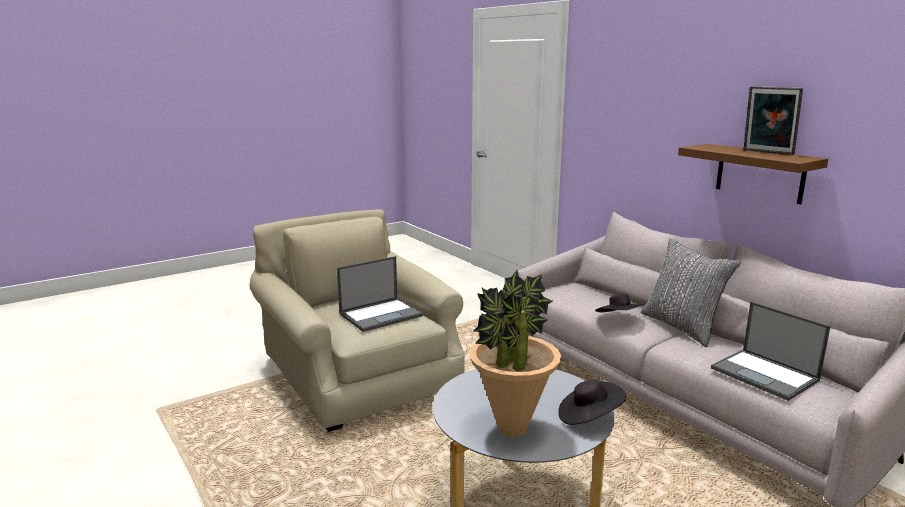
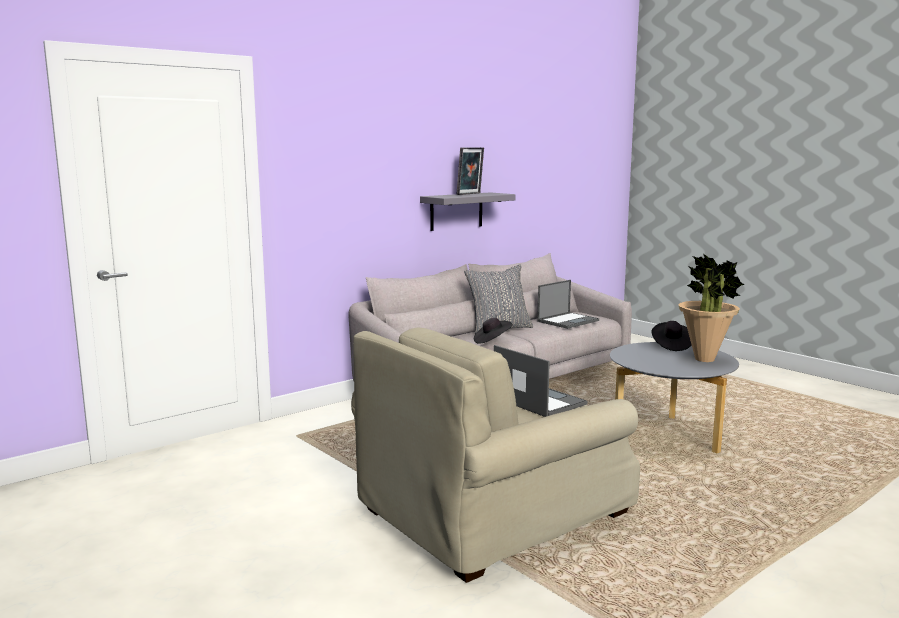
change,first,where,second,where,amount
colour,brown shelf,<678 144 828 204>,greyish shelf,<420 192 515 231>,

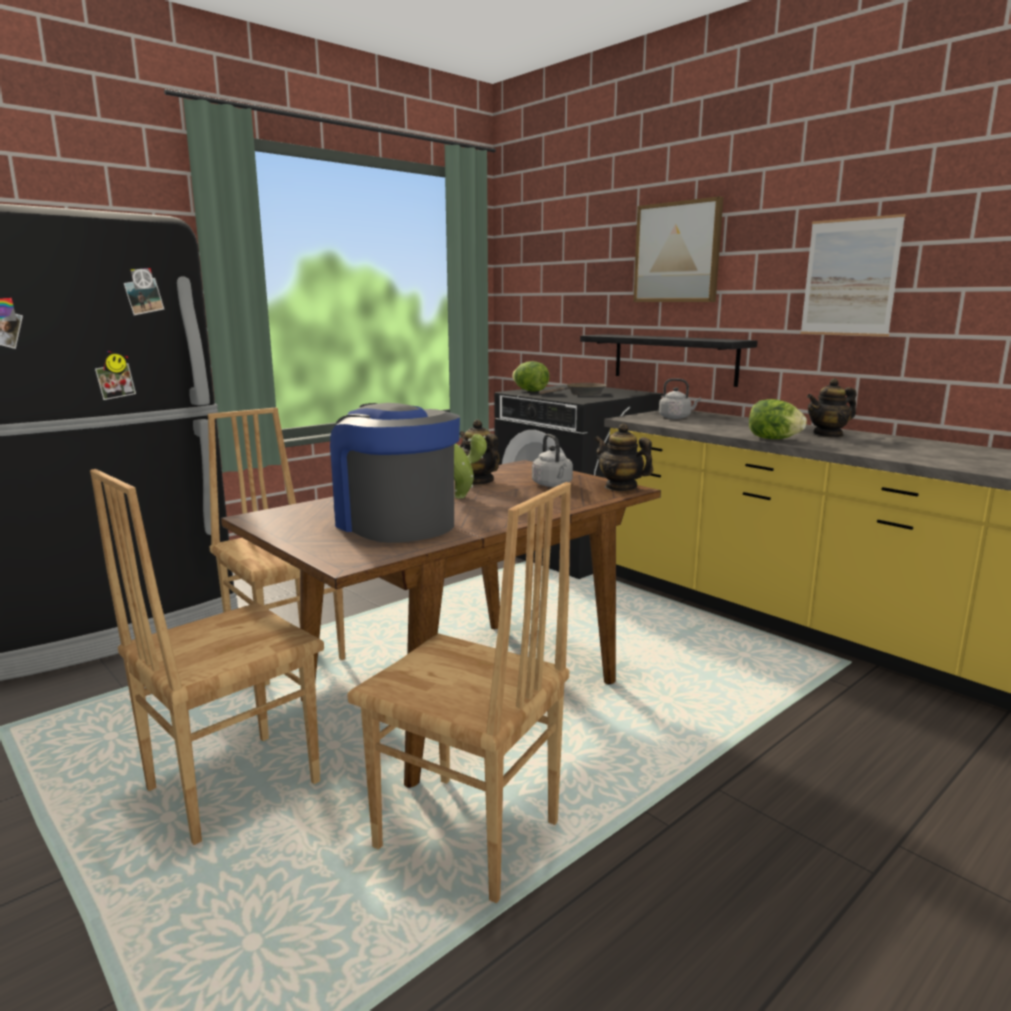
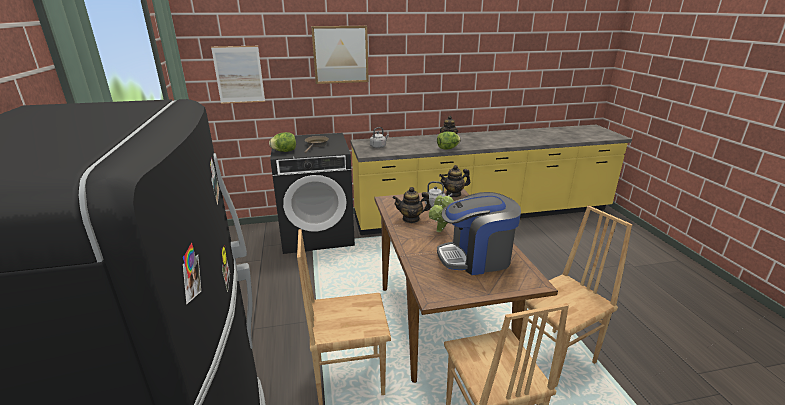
change,first,where,second,where,amount
missing,blackish shelf,<580 334 758 387>,,,
relocated,wall art,<800 214 905 337>,,<211 46 265 104>,

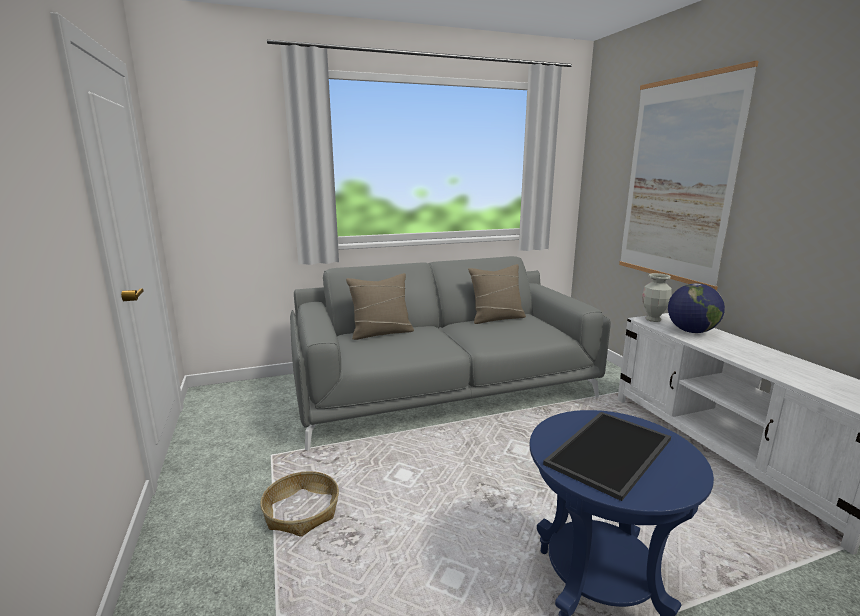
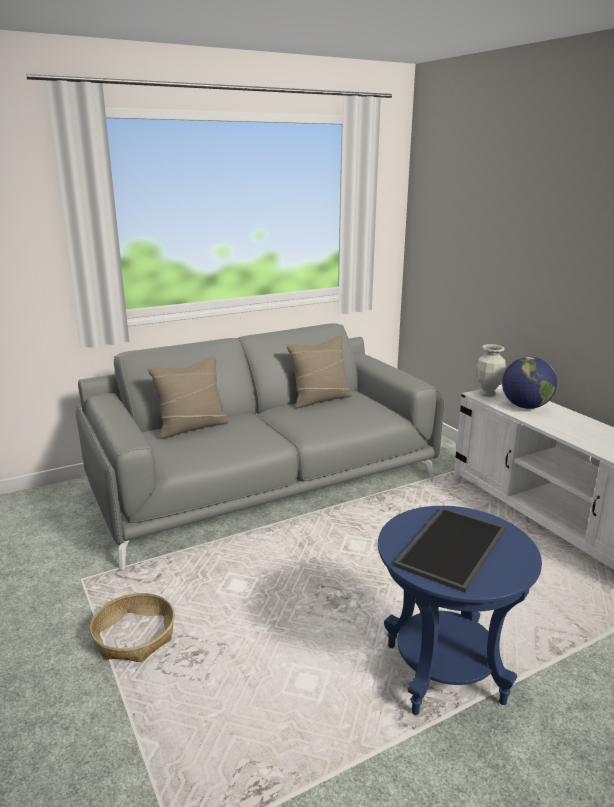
change,first,where,second,where,amount
missing,wall art,<619 61 758 291>,,,

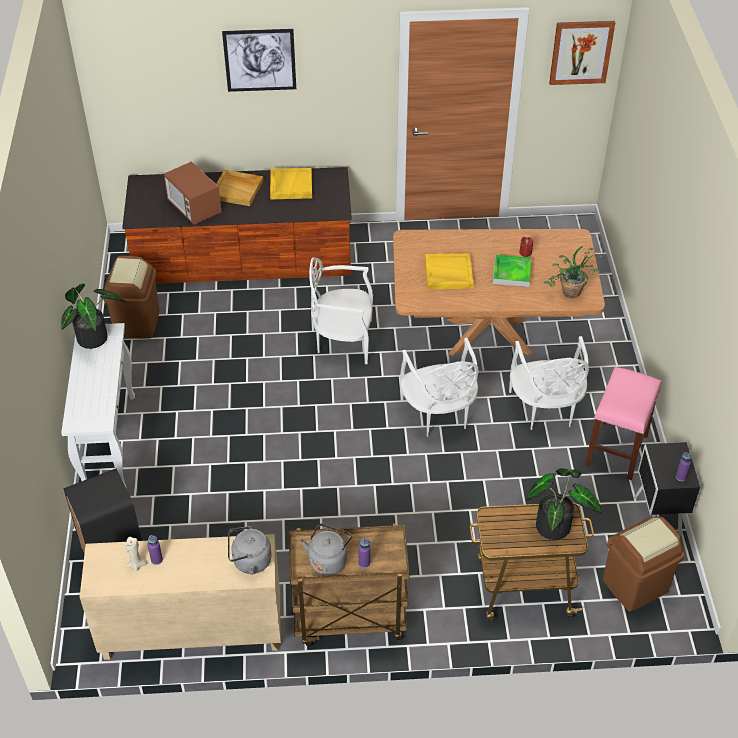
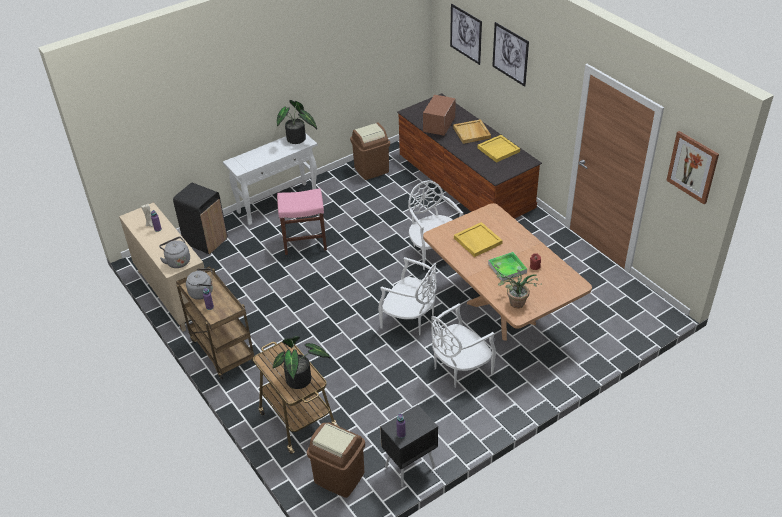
change,first,where,second,where,amount
spun,whitish plain chair,<400 338 478 437>,,<378 257 437 335>,105 degrees counterclockwise
relocated,pink sitting stool,<585 367 661 480>,,<277 188 327 255>,
appeared,,,wall art,<450 4 482 65>,

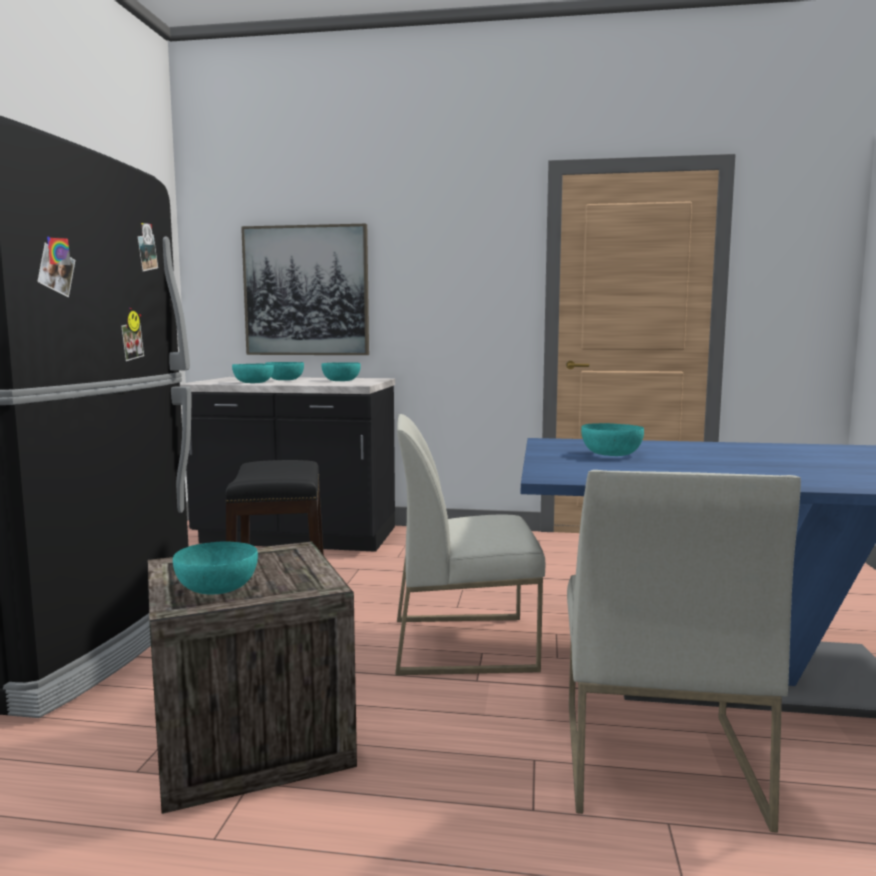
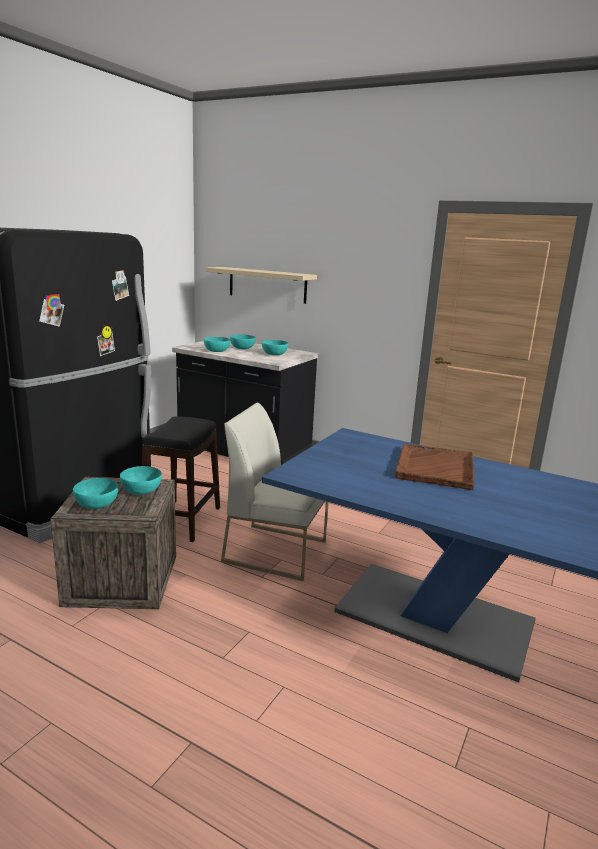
change,first,where,second,where,amount
exchanged,wall art,<241 224 369 355>,beige shelf,<206 267 317 304>,
missing,whitish plain chair,<567 470 801 833>,,,
relocated,blue-green deep dish,<581 423 644 456>,,<120 466 162 495>,
appeared,,,brown tray,<395 443 475 490>,

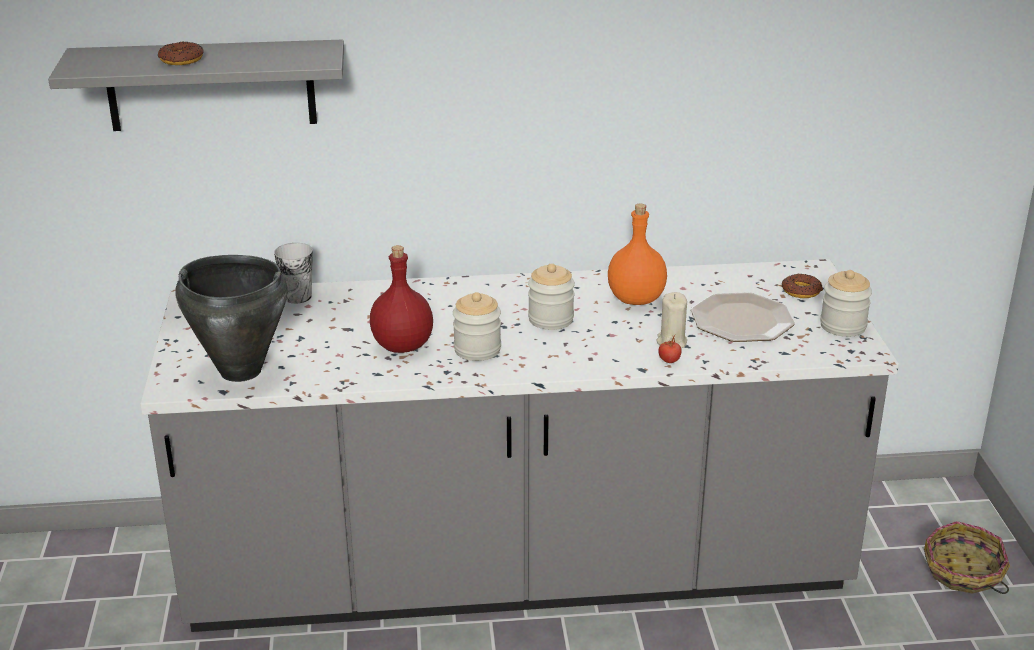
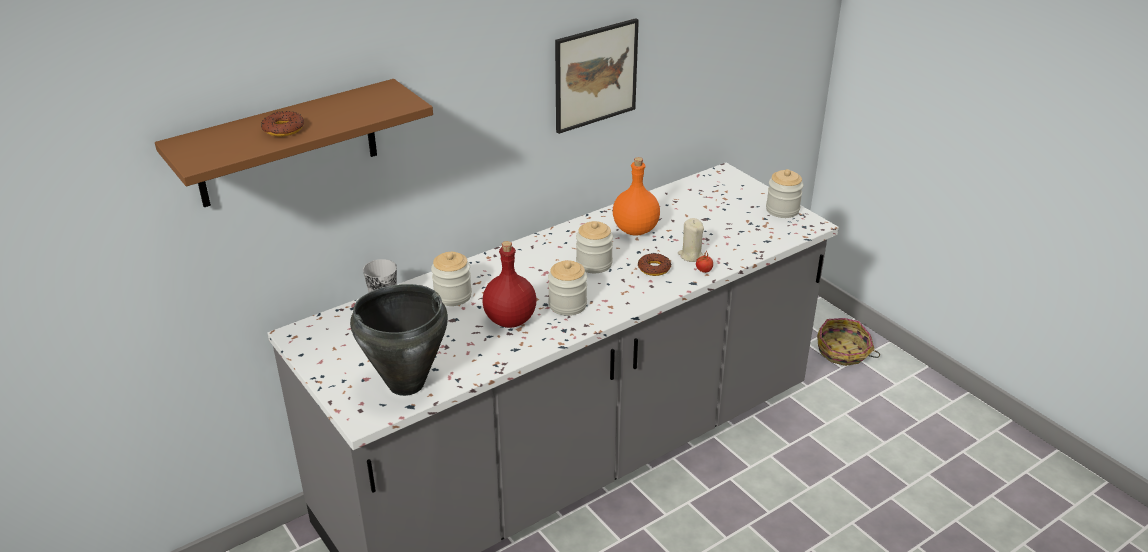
change,first,where,second,where,amount
colour,greyish shelf,<48 40 344 131>,brown shelf,<155 79 433 207>,
missing,flat dish,<691 292 795 342>,,,
relocated,doughnut,<782 274 823 298>,,<638 253 671 276>,
appeared,,,jar,<431 252 472 306>,
appeared,,,wall art,<555 18 639 134>,

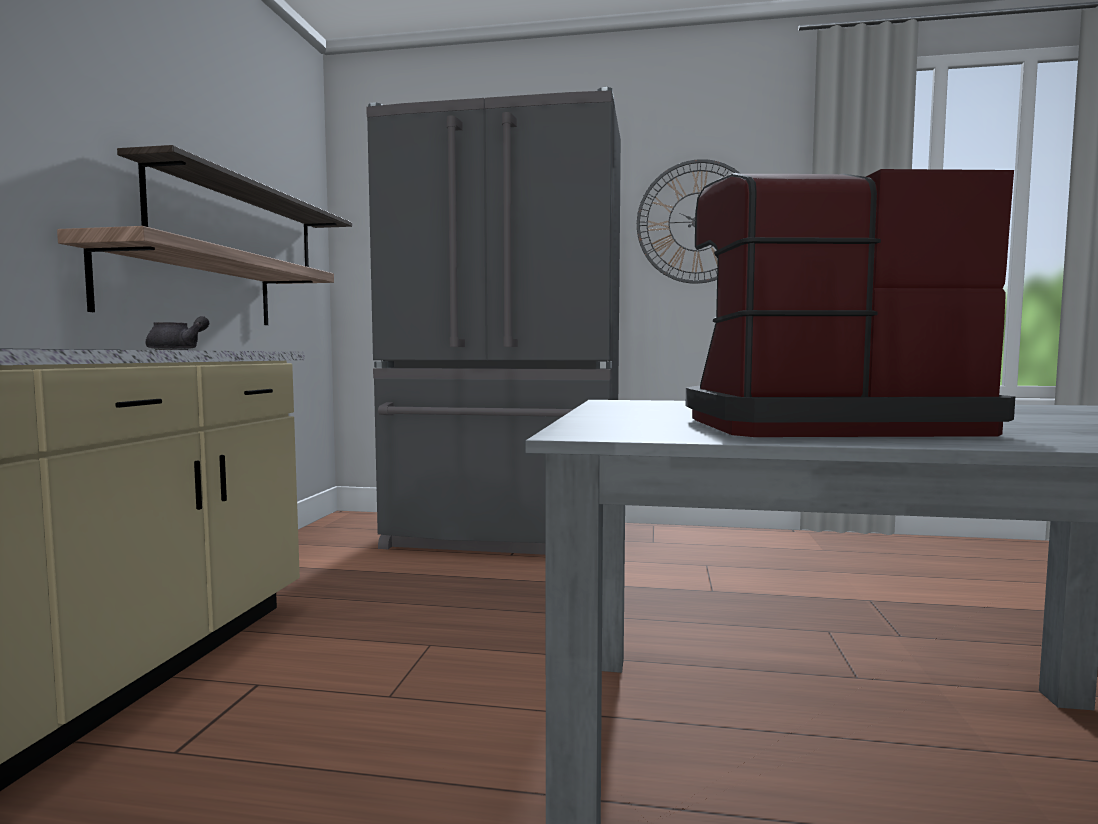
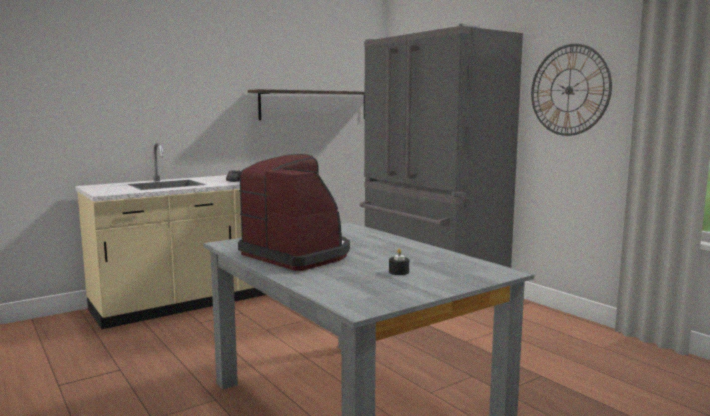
change,first,where,second,where,amount
missing,shelf,<57 226 334 325>,,,
appeared,,,blackish candle,<389 248 409 275>,

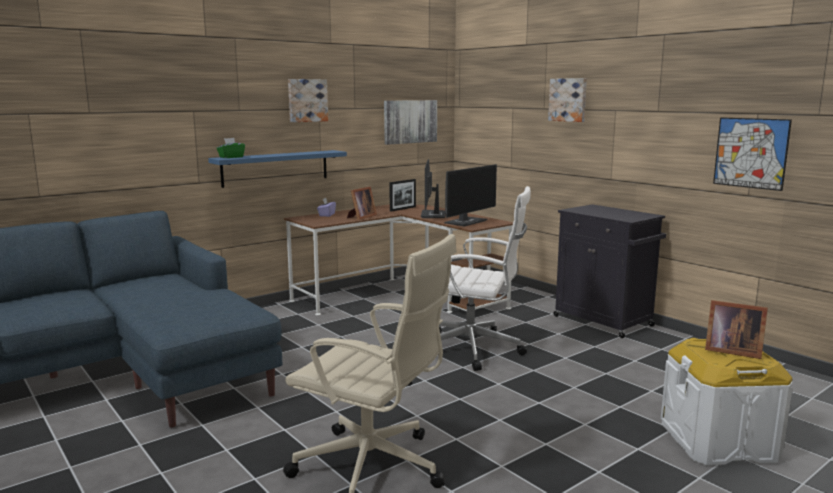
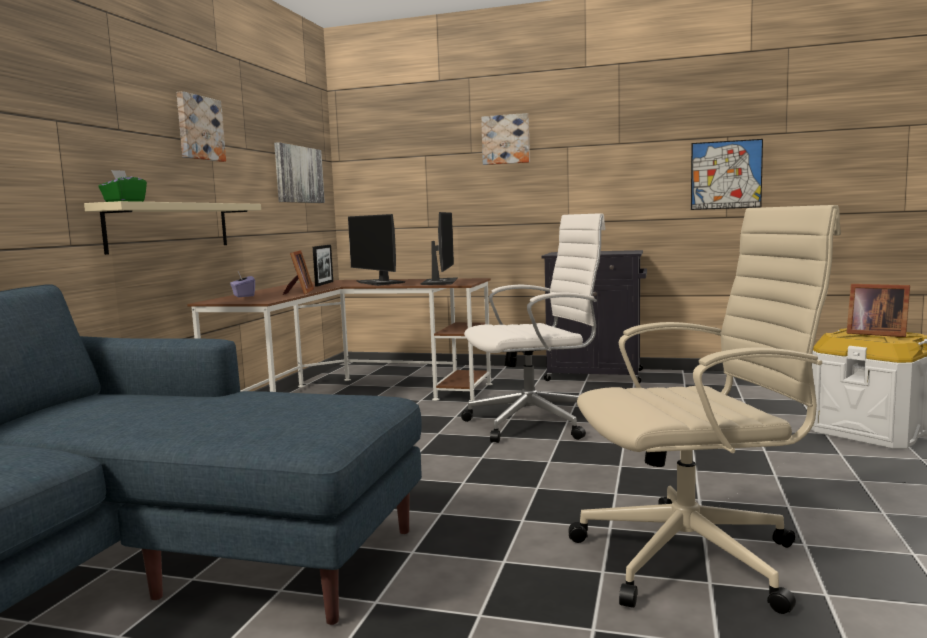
change,first,where,second,where,amount
colour,bluish shelf,<208 150 347 188>,beige shelf,<84 201 261 255>,
spun,picture frame,<705 300 768 359>,,<847 284 910 337>,45 degrees clockwise

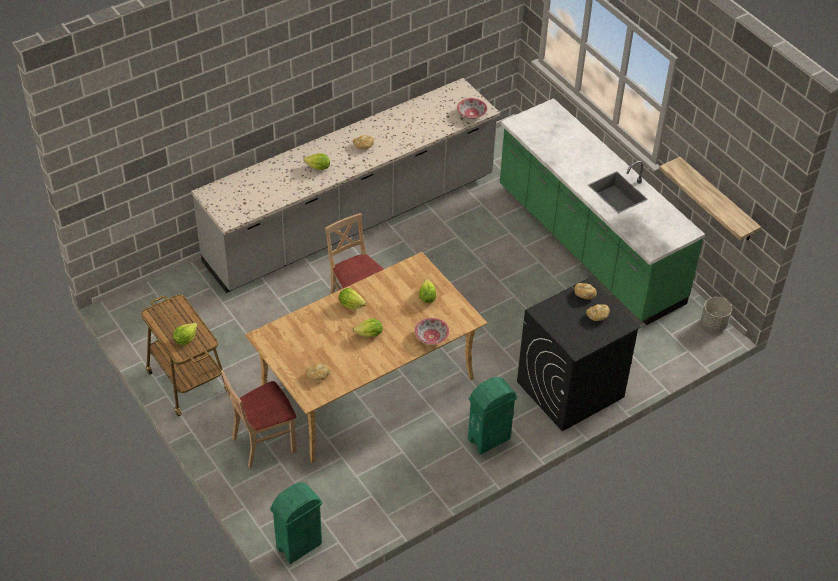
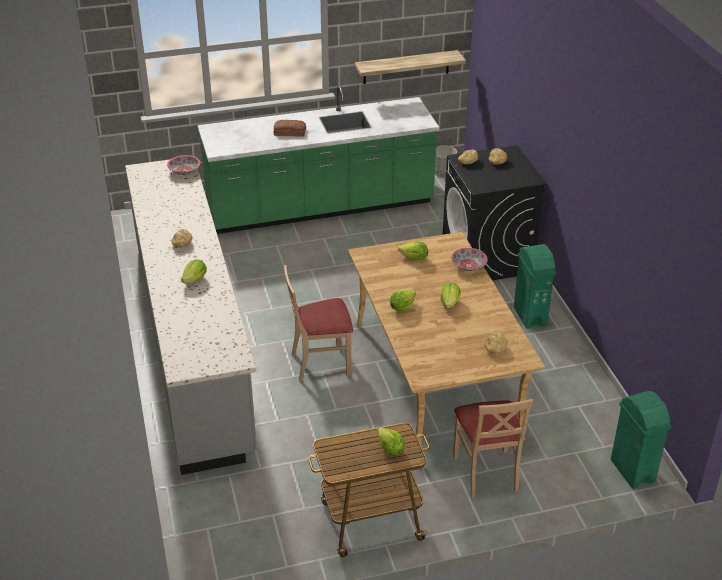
change,first,where,second,where,amount
appeared,,,bakery bread,<274 120 306 137>,

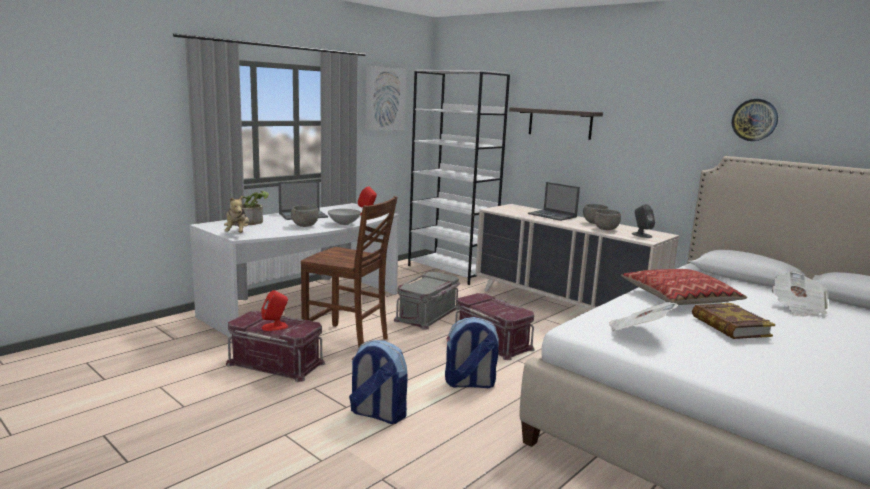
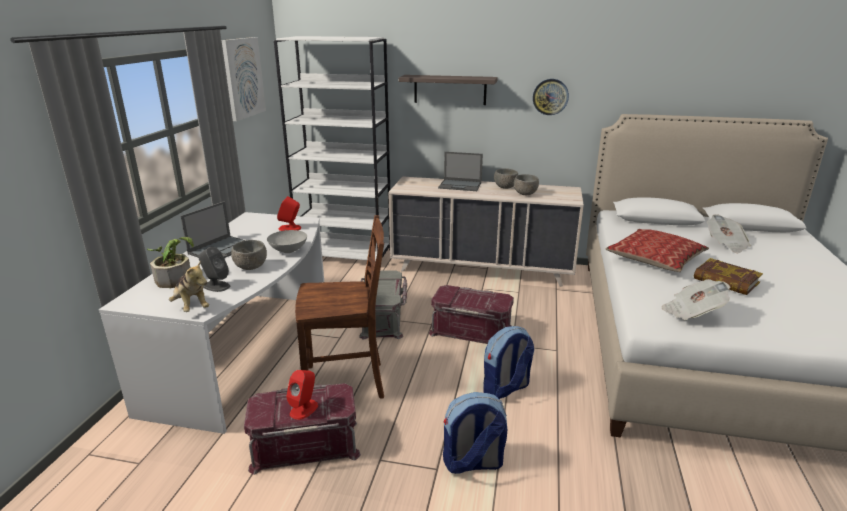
change,first,where,second,where,amount
relocated,greyish audio speaker,<632 204 655 238>,,<198 247 230 292>,
relocated,wall clock,<732 99 778 141>,,<533 79 569 115>,

